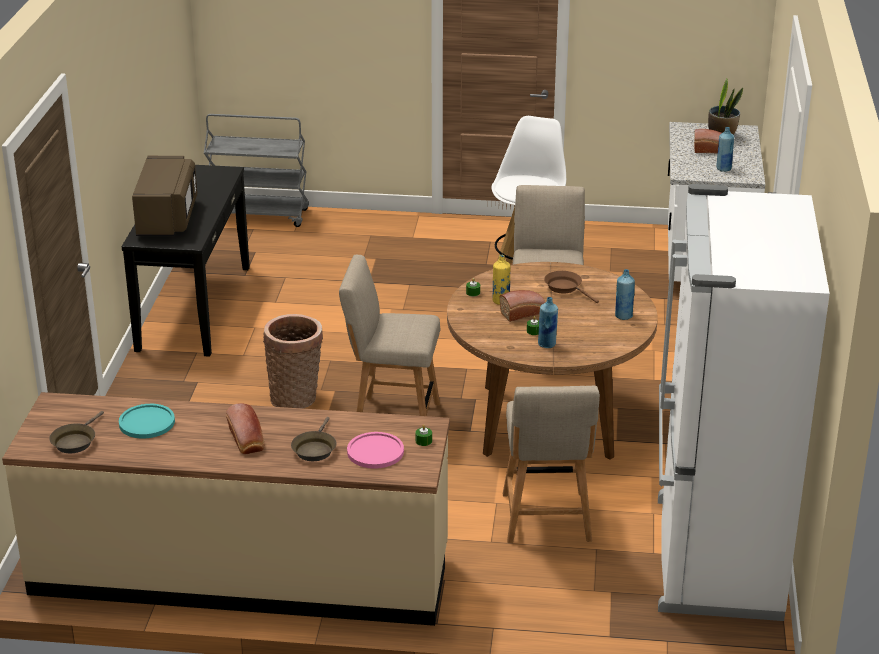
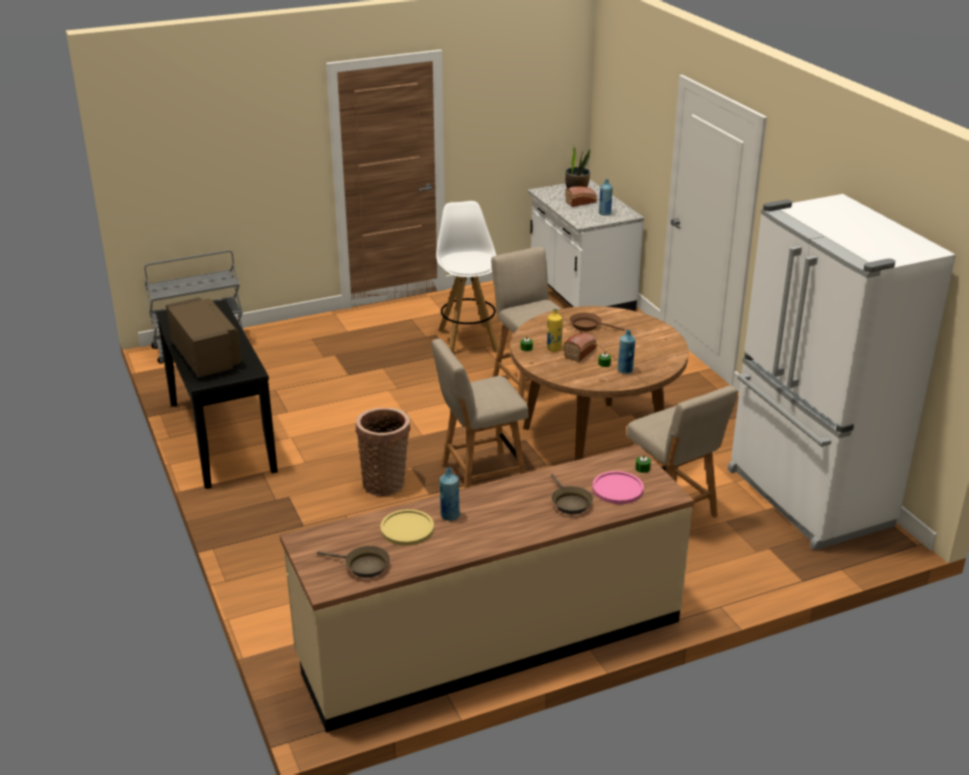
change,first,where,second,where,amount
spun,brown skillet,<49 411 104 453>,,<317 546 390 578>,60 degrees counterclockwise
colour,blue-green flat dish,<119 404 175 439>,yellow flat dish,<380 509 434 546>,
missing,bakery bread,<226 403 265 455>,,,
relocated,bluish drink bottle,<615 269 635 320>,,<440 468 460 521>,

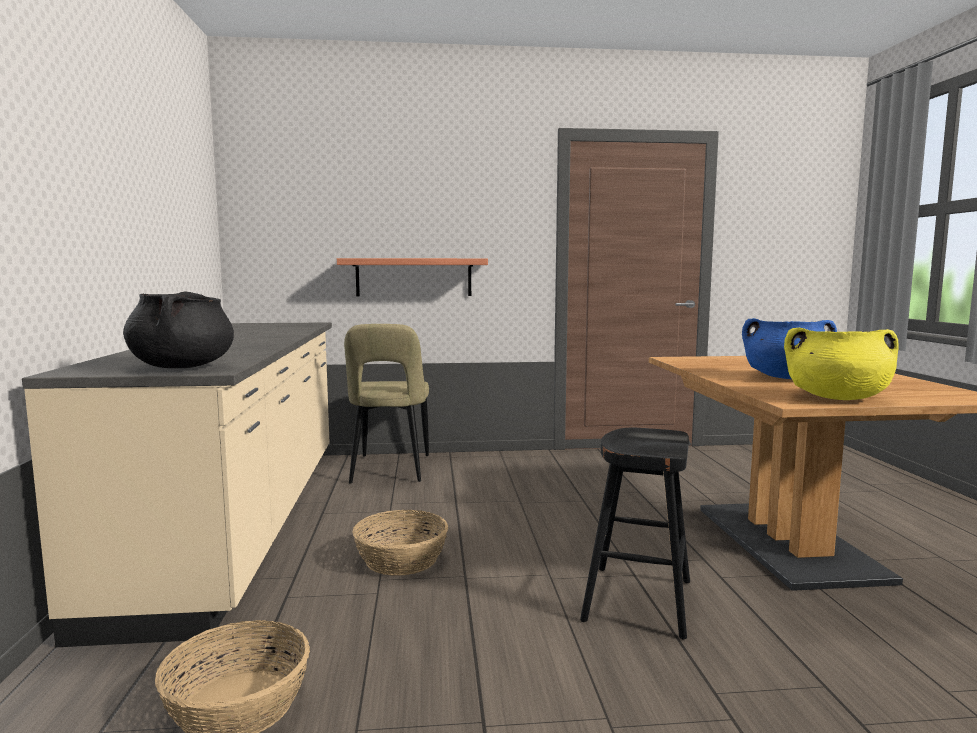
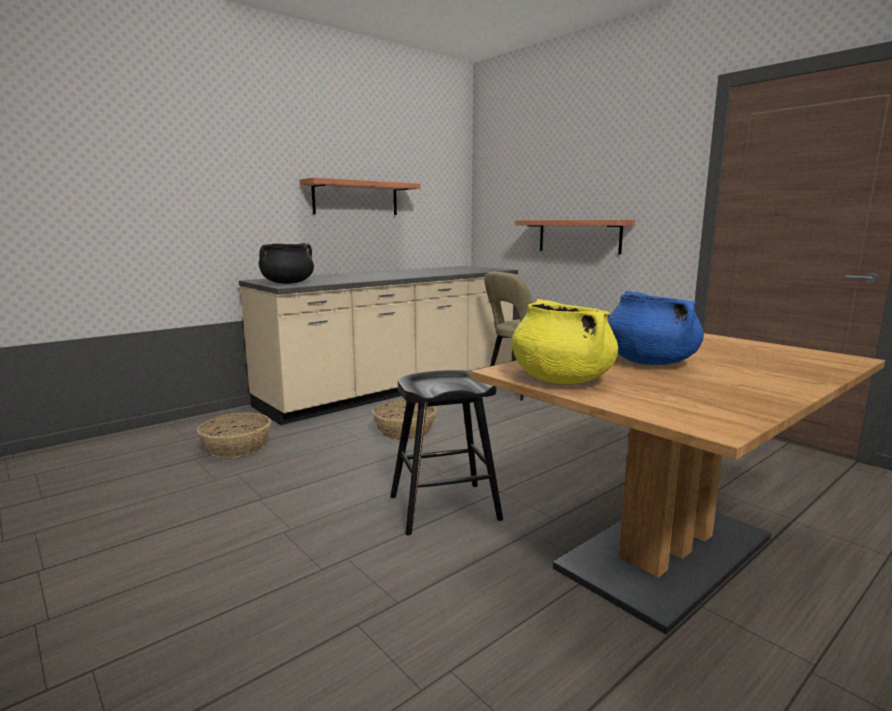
change,first,where,second,where,amount
appeared,,,shelf,<300 177 421 215>,

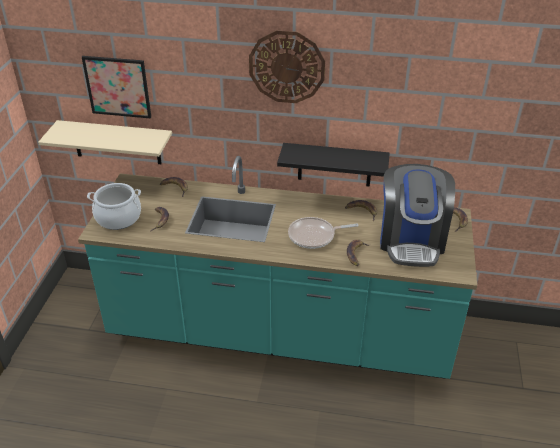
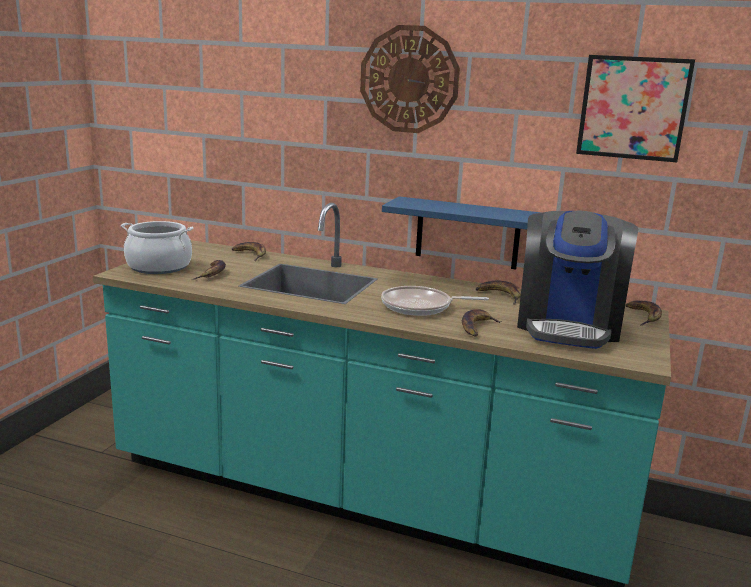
change,first,where,second,where,amount
missing,beige shelf,<38 120 172 164>,,,
relocated,wall art,<82 56 151 119>,,<576 55 695 162>,
colour,blackish shelf,<277 143 390 187>,bluish shelf,<382 196 541 270>,

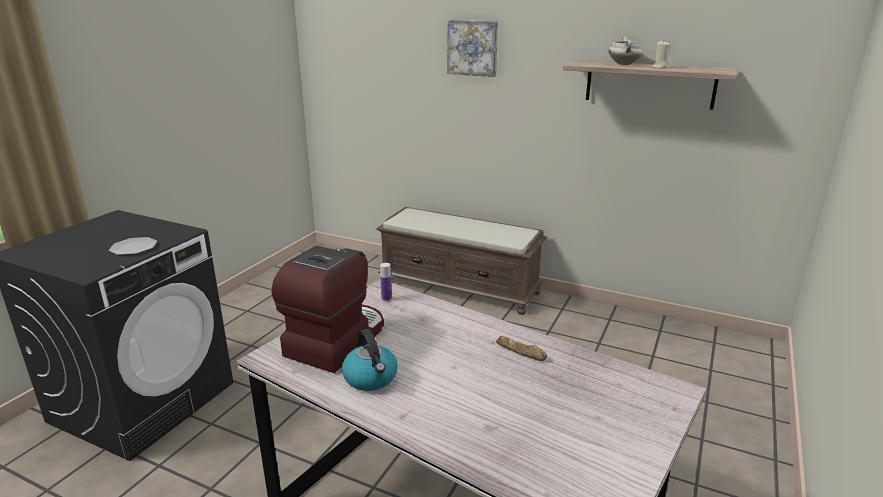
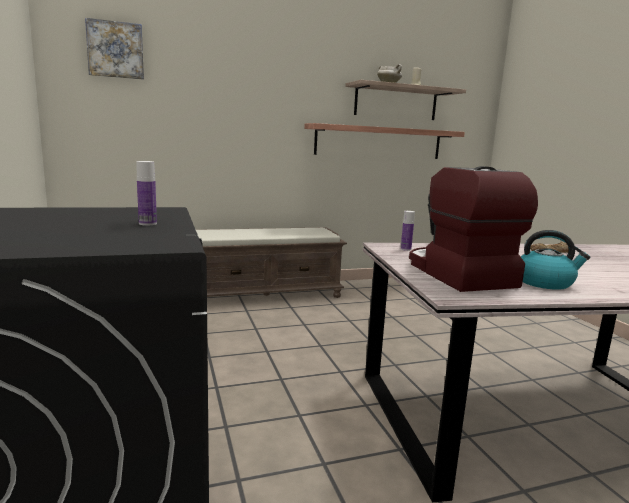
change,first,where,second,where,amount
exchanged,flat dish,<109 237 157 255>,drink bottle,<136 161 157 225>,
relocated,wall art,<447 20 498 77>,,<85 18 144 80>,
appeared,,,shelf,<304 123 465 159>,

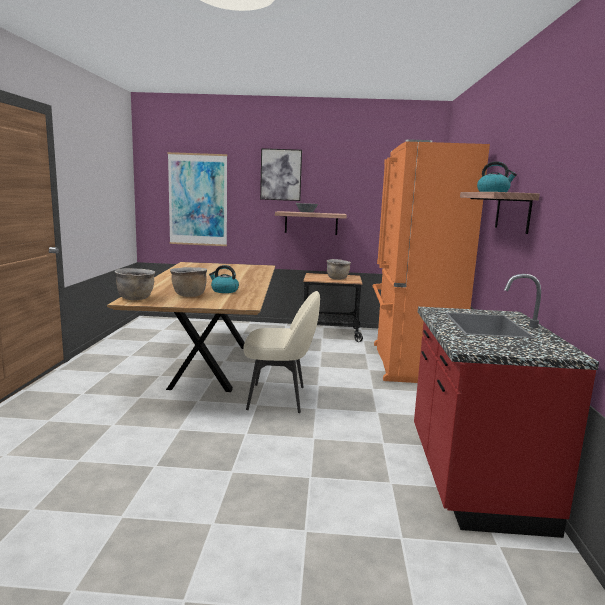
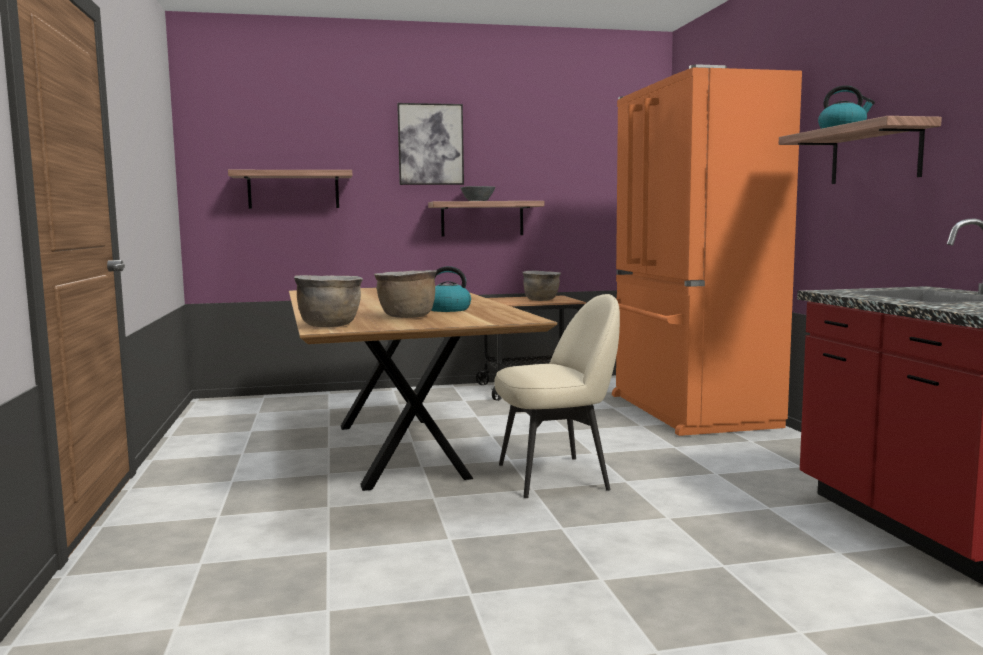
change,first,where,second,where,amount
exchanged,wall art,<168 152 227 246>,shelf,<228 170 352 209>,

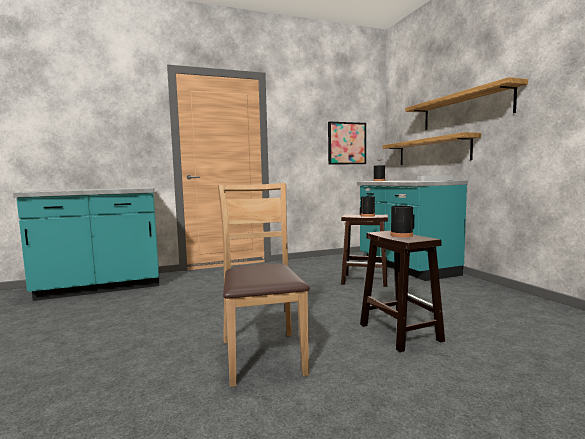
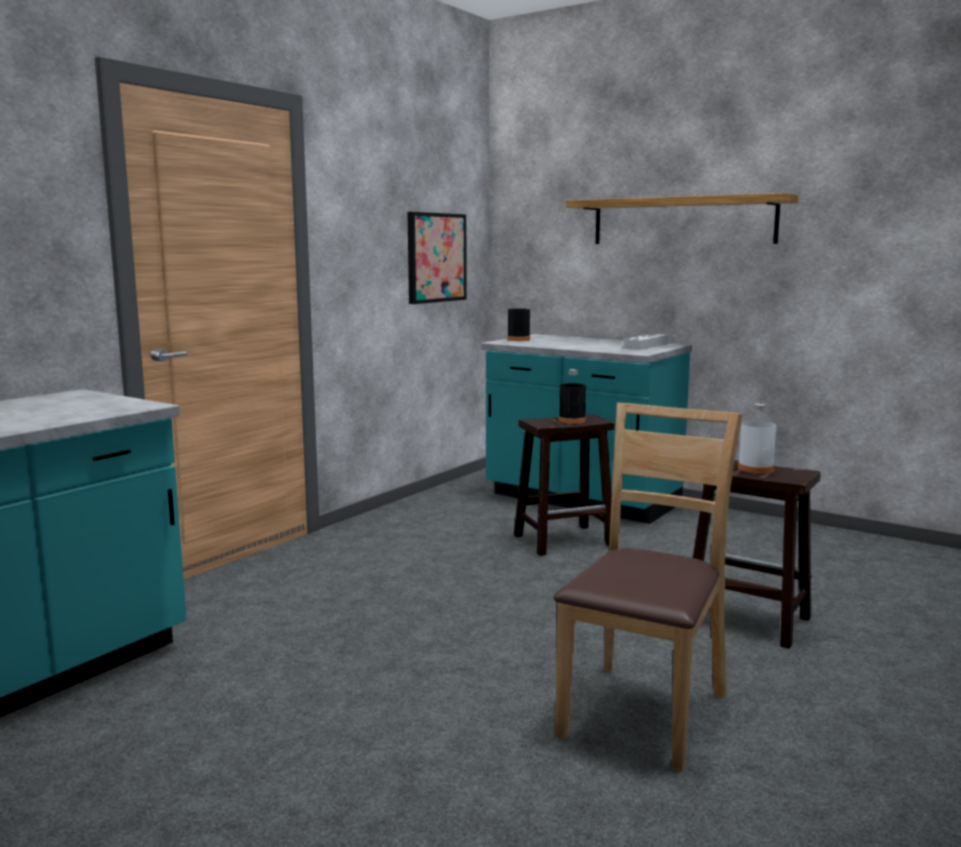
change,first,where,second,where,amount
spun,brown plain chair,<218 183 310 387>,,<554 402 742 772>,75 degrees clockwise
missing,shelf,<383 132 481 165>,,,
colour,blackish drink bottle,<391 194 413 237>,whitish drink bottle,<738 404 776 474>,

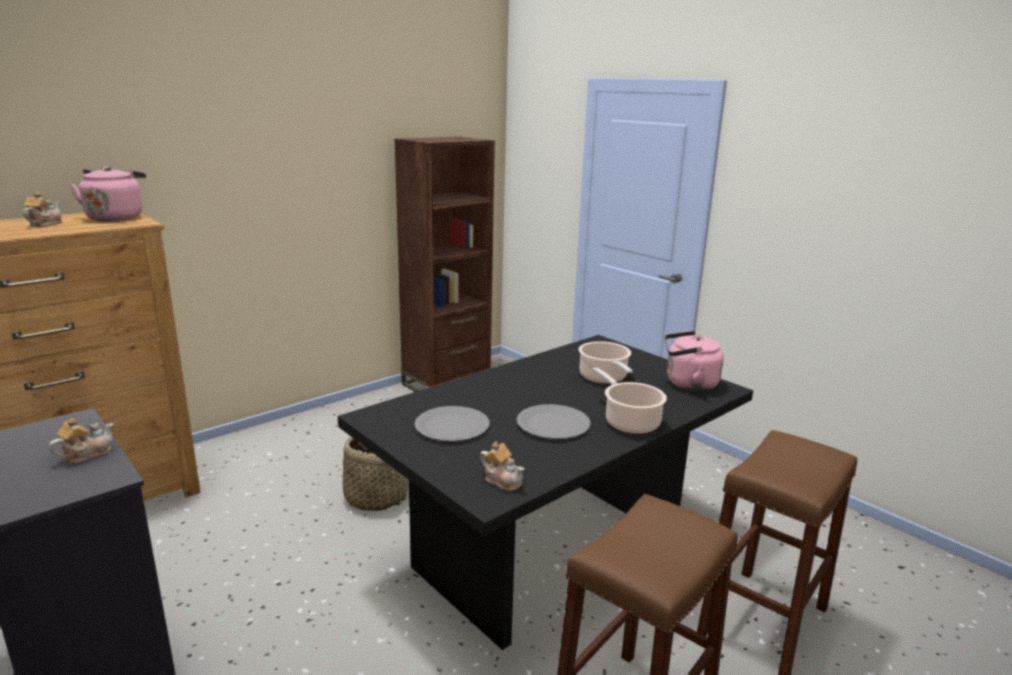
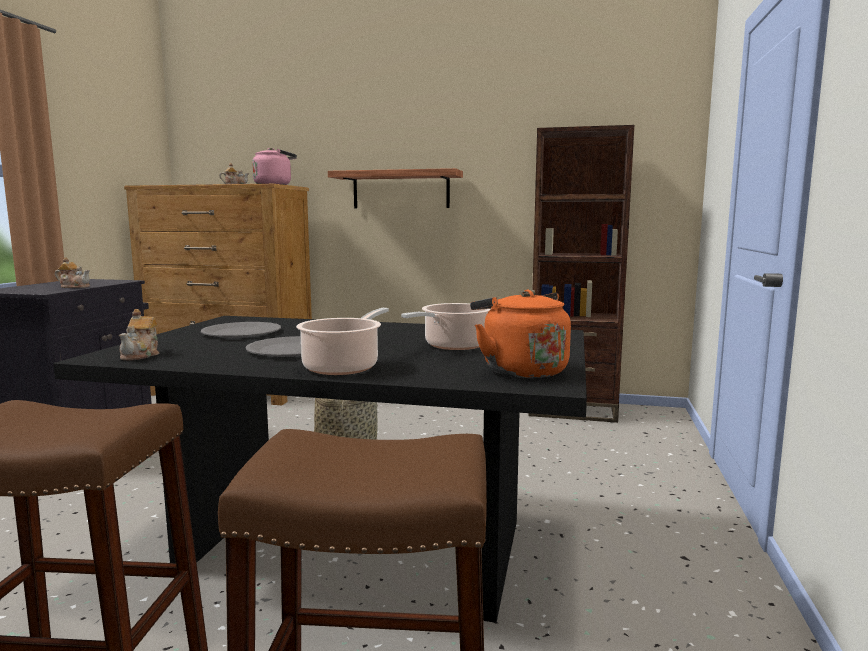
change,first,where,second,where,amount
colour,pink tea kettle,<665 331 724 391>,orangey tea kettle,<470 290 571 379>,
appeared,,,shelf,<328 168 463 208>,

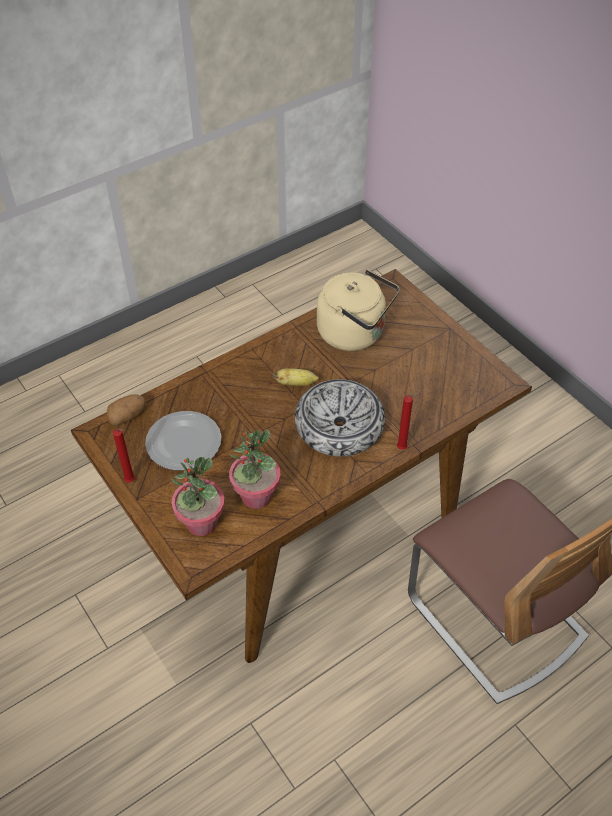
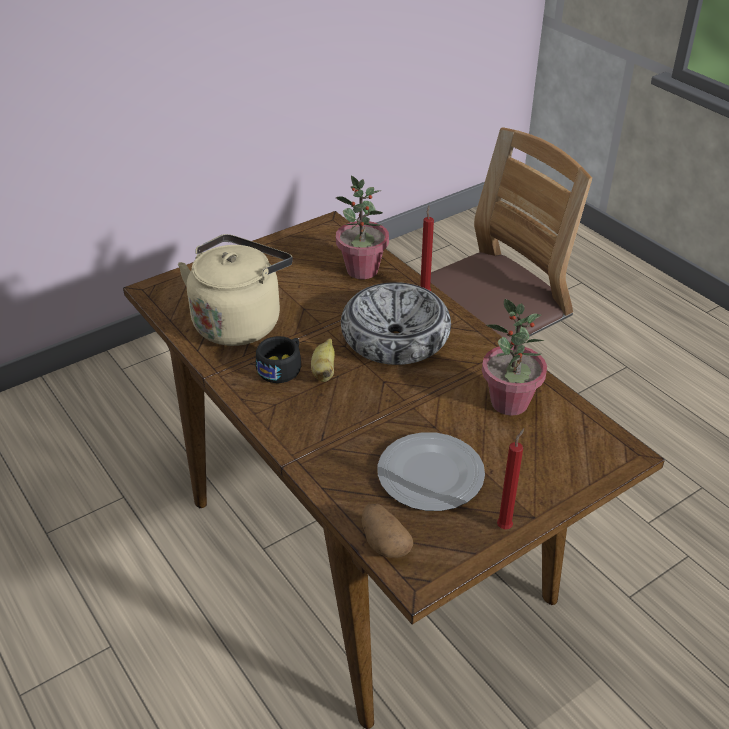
change,first,where,second,where,amount
relocated,houseplant,<172 457 225 536>,,<336 176 389 279>,
appeared,,,blackish drinking cup,<256 336 301 383>,

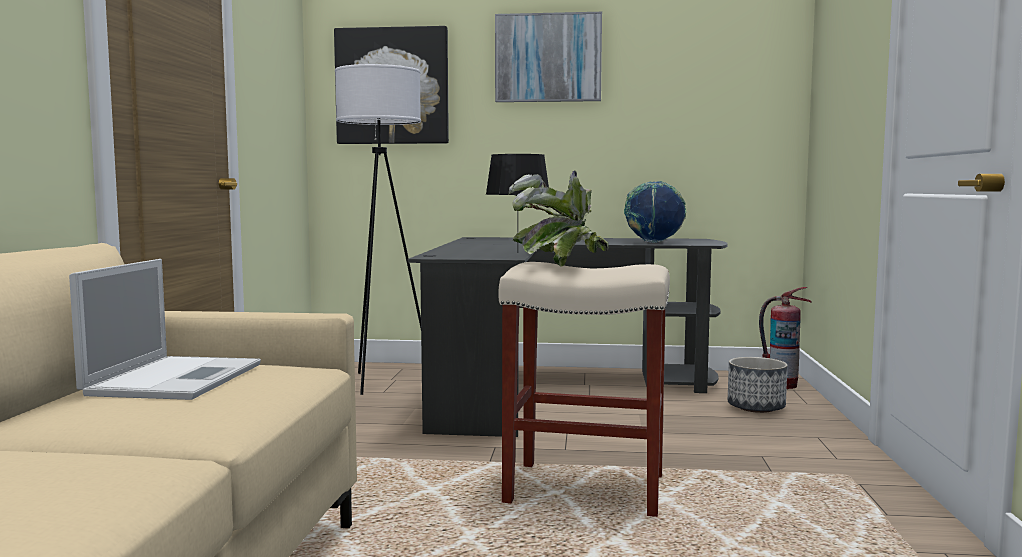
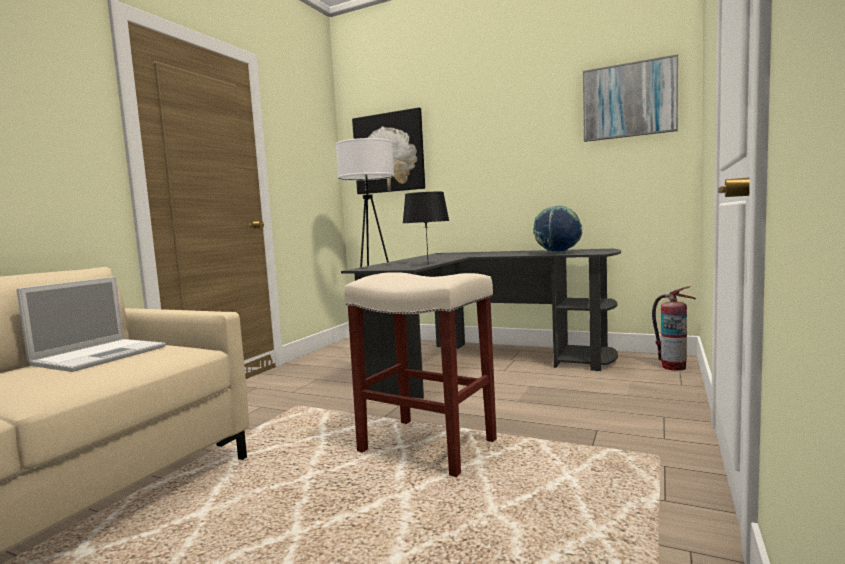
change,first,where,second,where,amount
relocated,wall art,<495 12 602 102>,,<583 54 678 142>,
missing,houseplant,<509 170 609 266>,,,
missing,flower pot,<728 357 788 413>,,,

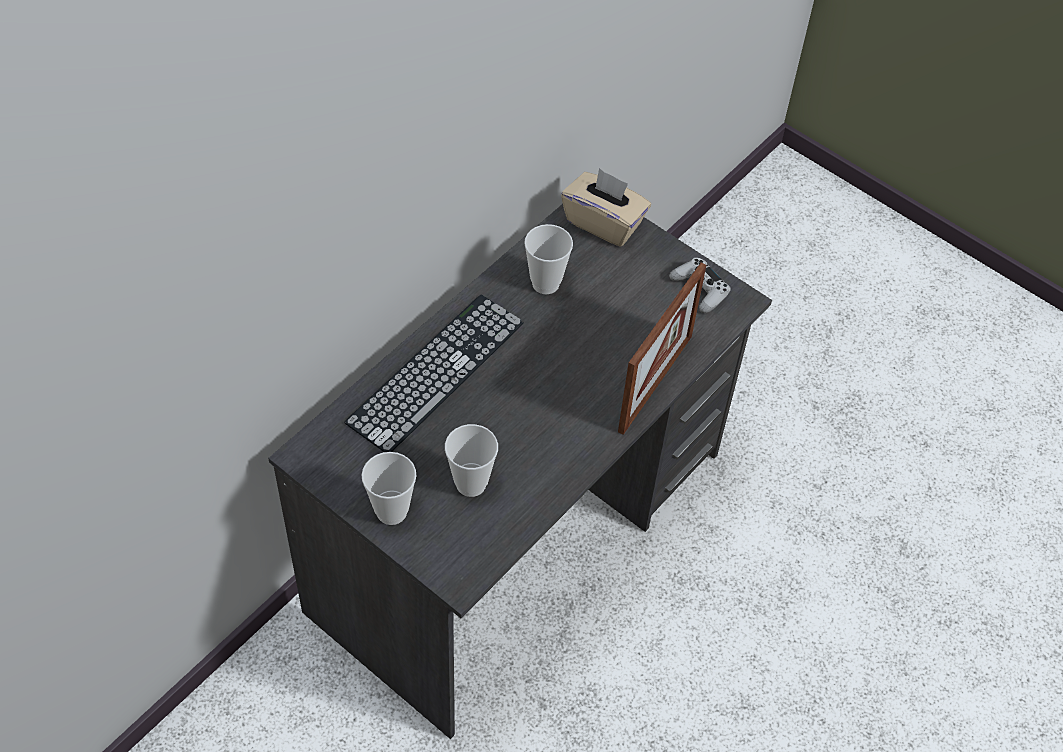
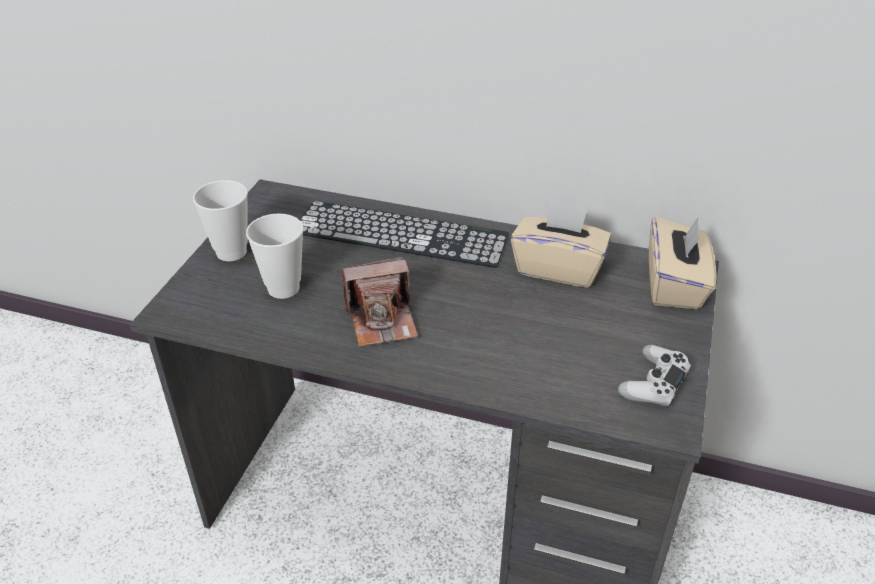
change,first,where,second,where,amount
exchanged,drinking cup,<524 224 573 294>,beige tissue holder,<511 201 611 288>,
missing,picture frame,<618 263 707 435>,,,
appeared,,,photo camera,<342 257 418 347>,

